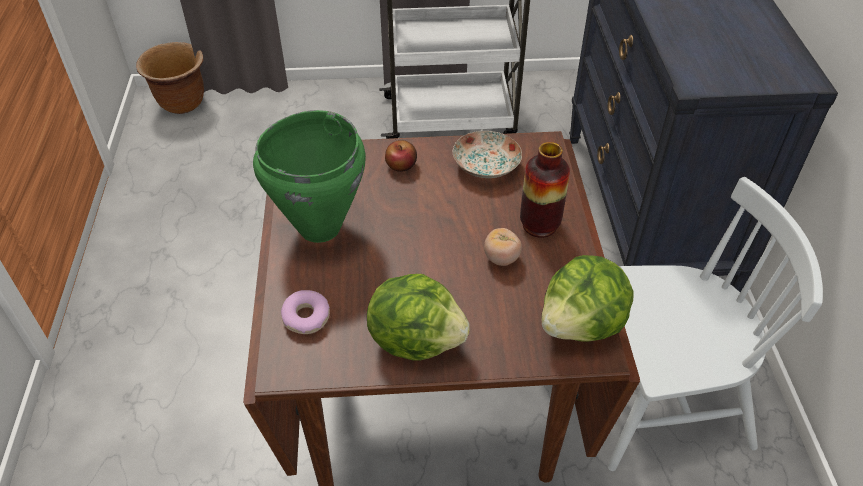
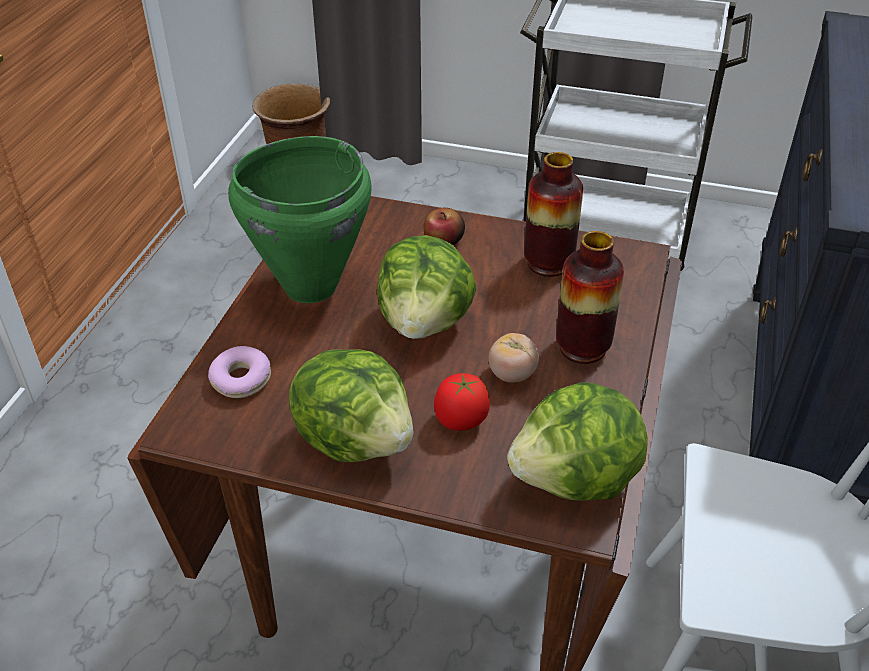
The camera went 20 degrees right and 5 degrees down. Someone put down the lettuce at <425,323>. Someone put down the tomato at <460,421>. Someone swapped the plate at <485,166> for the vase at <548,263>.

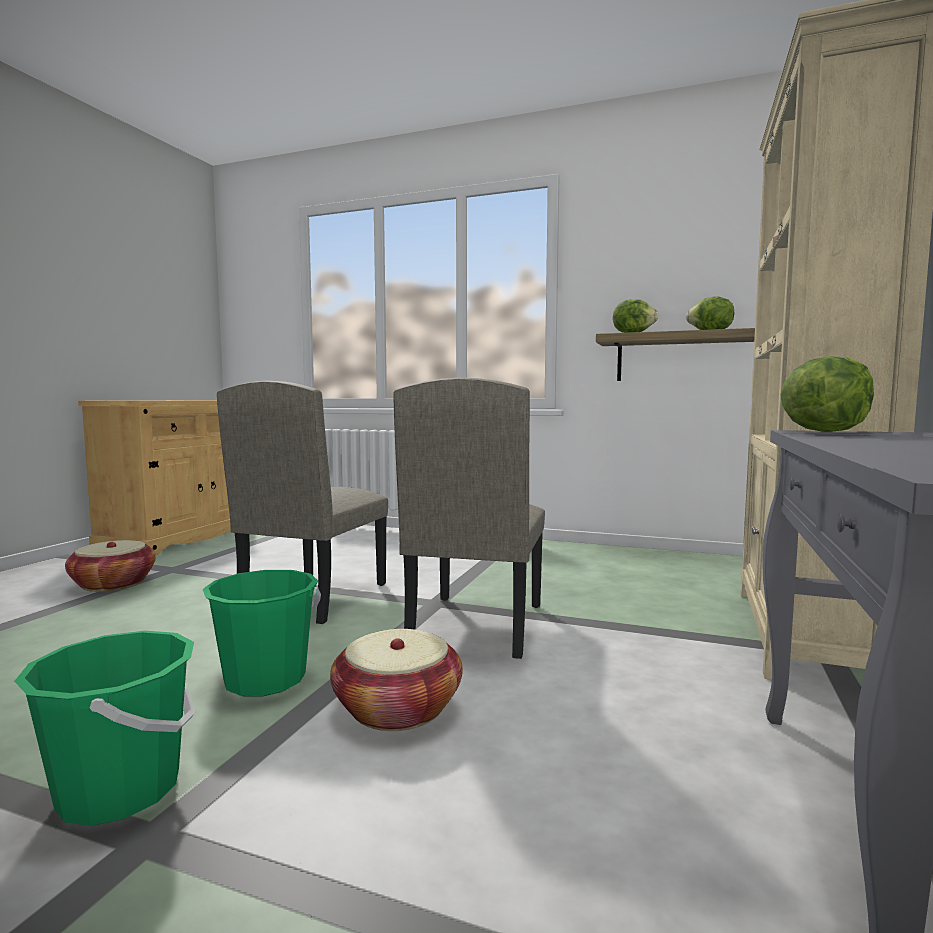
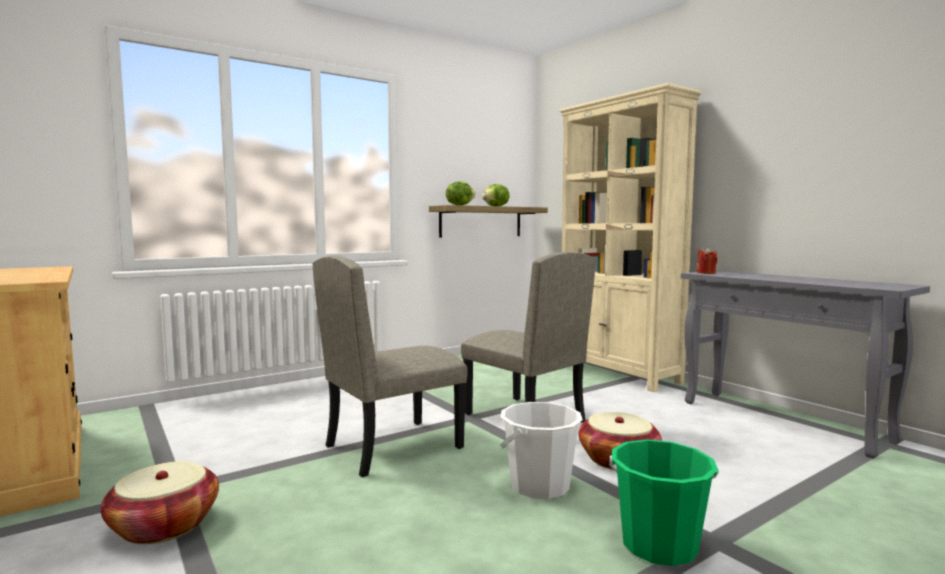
The camera went 55 degrees left and 0 degrees up. Someone swapped the lettuce at <823,431> for the red candle at <706,273>. Someone repainted the green bucket at <265,679>, which became the white bucket at <539,486>. Someone rotated the beige chair at <313,597> by 90 degrees clockwise.

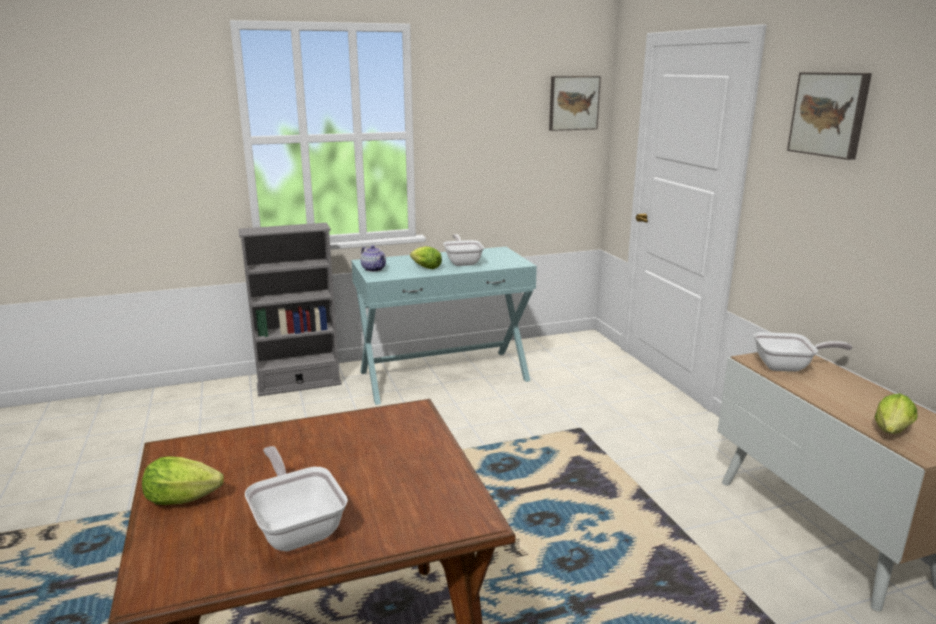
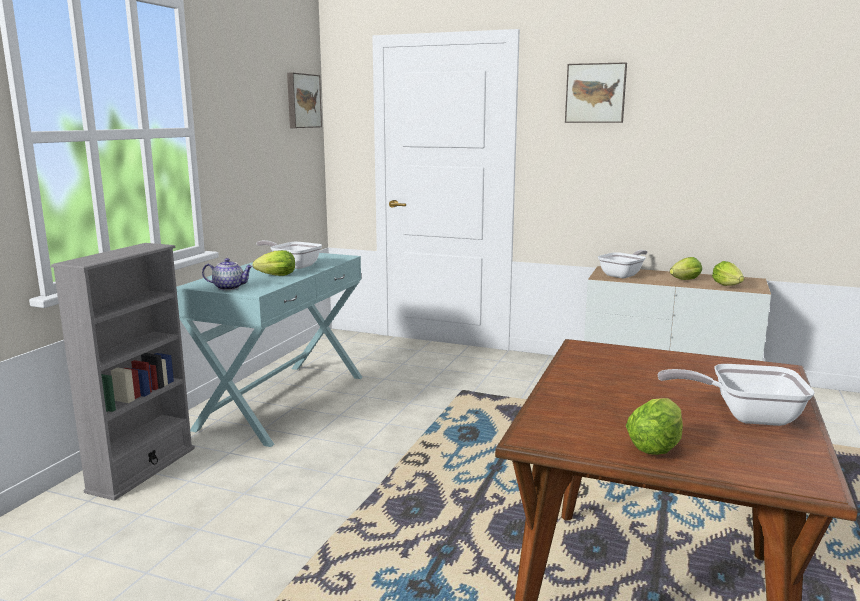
The camera went 50 degrees left and 5 degrees down. Someone put down the lettuce at <683,280>.

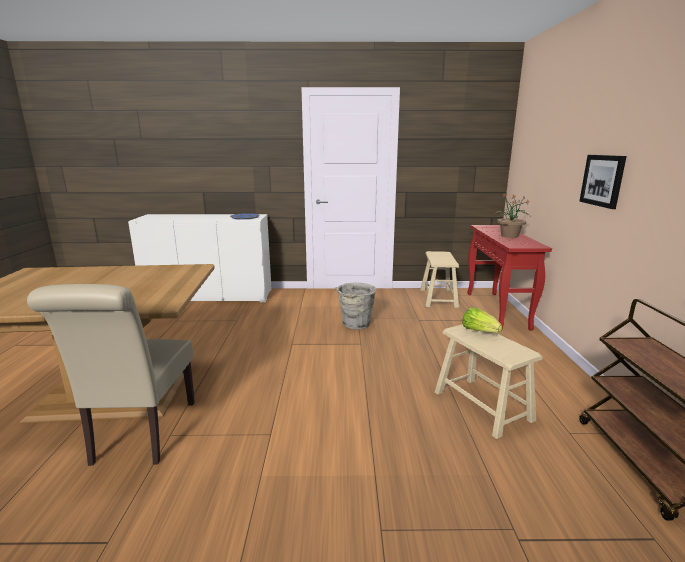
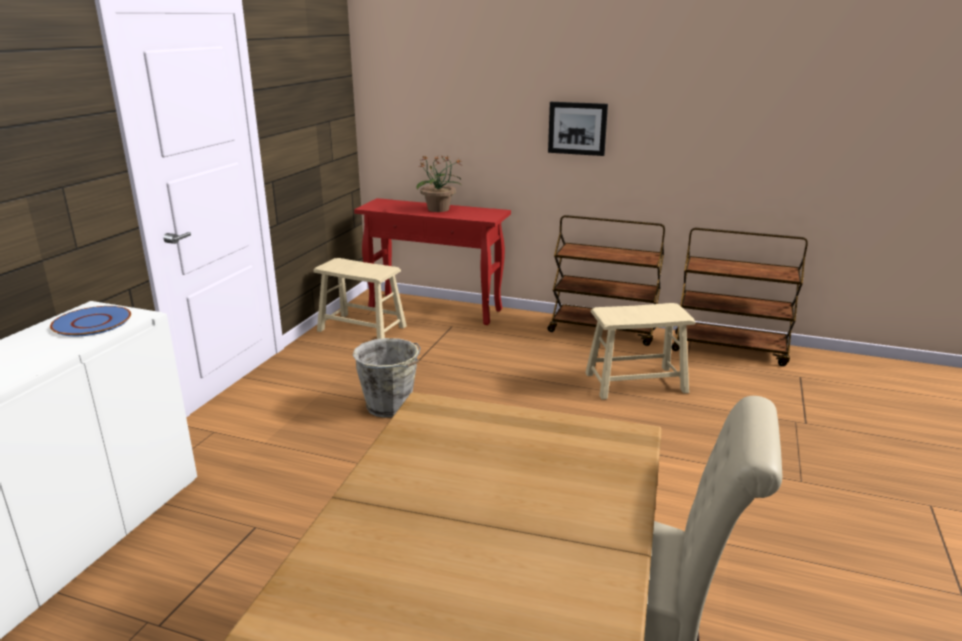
The camera went 70 degrees left and 5 degrees up. Someone took away the lettuce at <479,331>. Someone put down the brown cart at <603,330>.

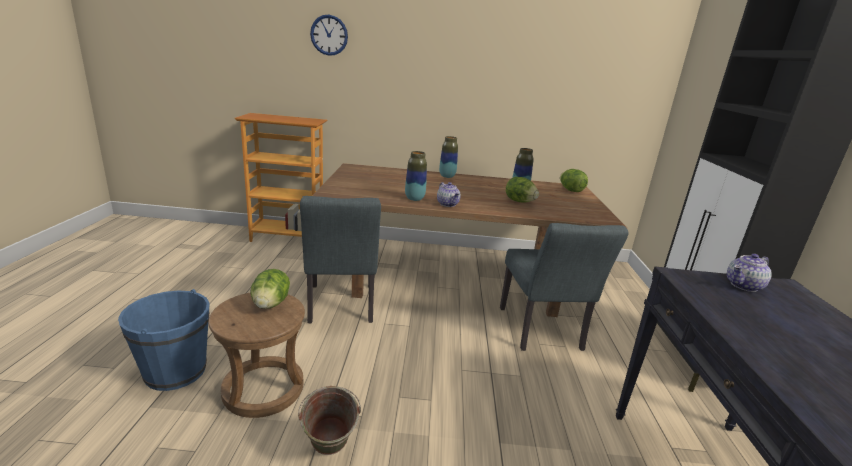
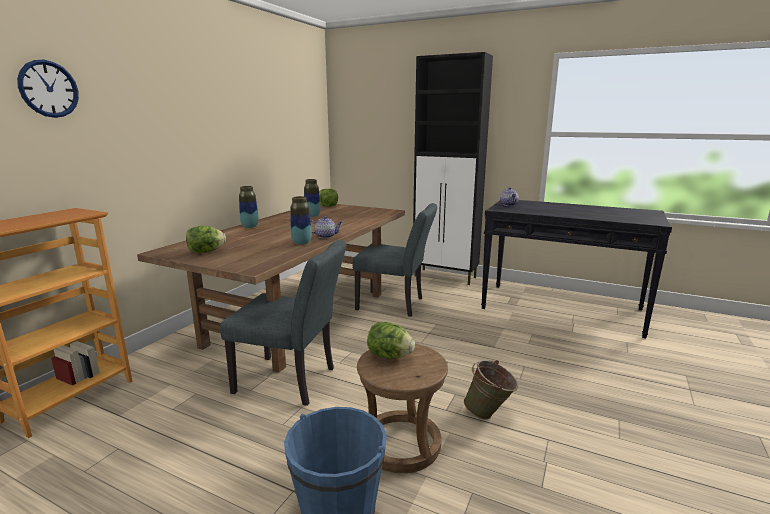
The camera went 65 degrees left and 5 degrees down. Someone carried the lettuce from <519,201> to <206,252>.

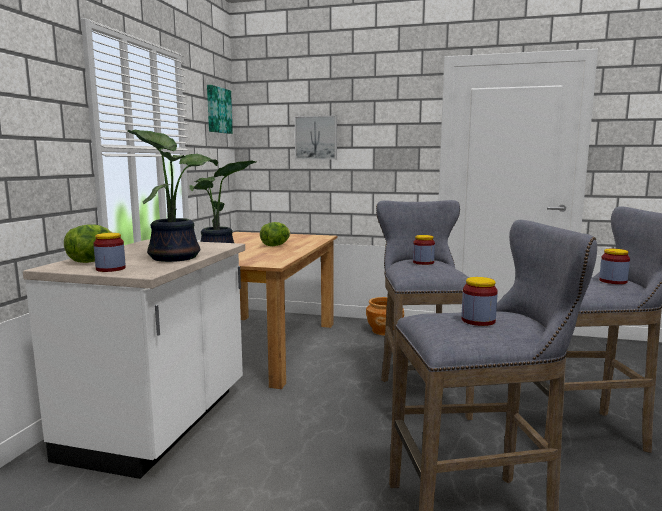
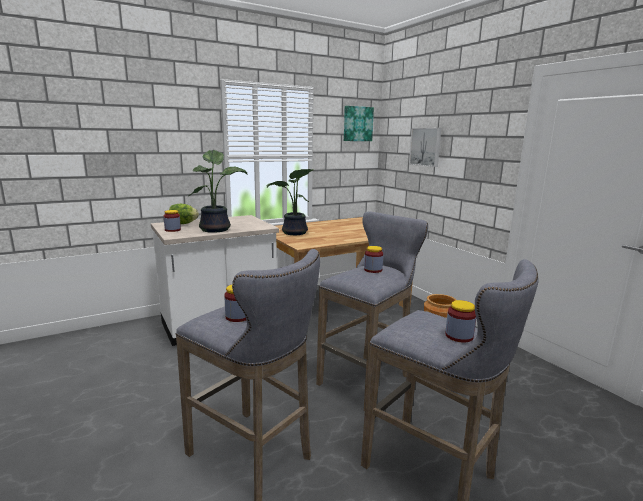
The camera went 45 degrees right and 5 degrees up. Someone took away the lettuce at <275,245>.

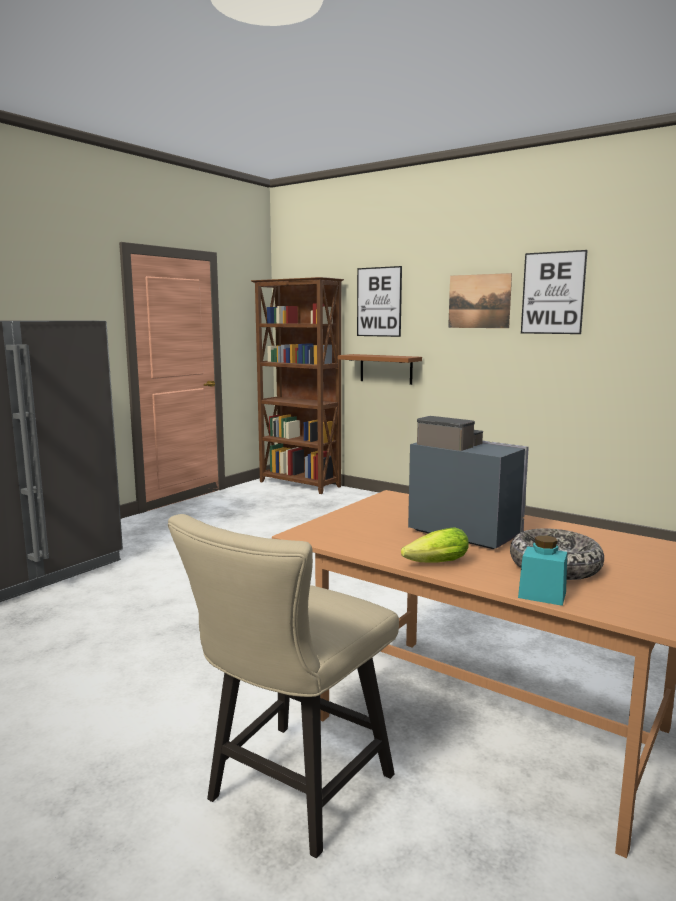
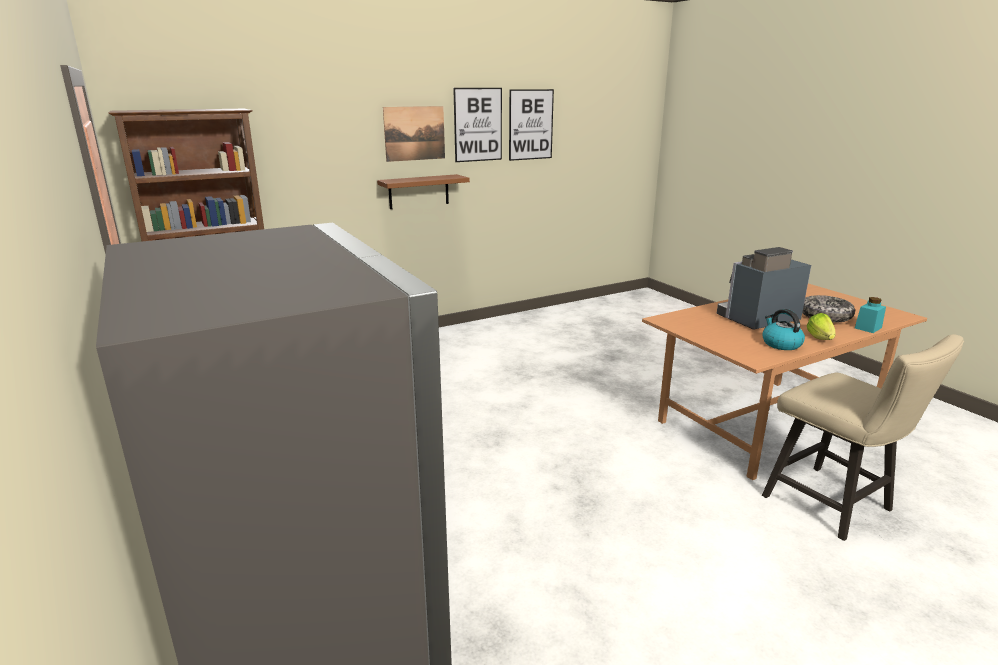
The camera went 65 degrees left and 10 degrees up. Someone put down the kettle at <780,344>. Someone carried the brown shelf from <386,369> to <419,191>. Someone carried the picture from <379,302> to <530,124>.

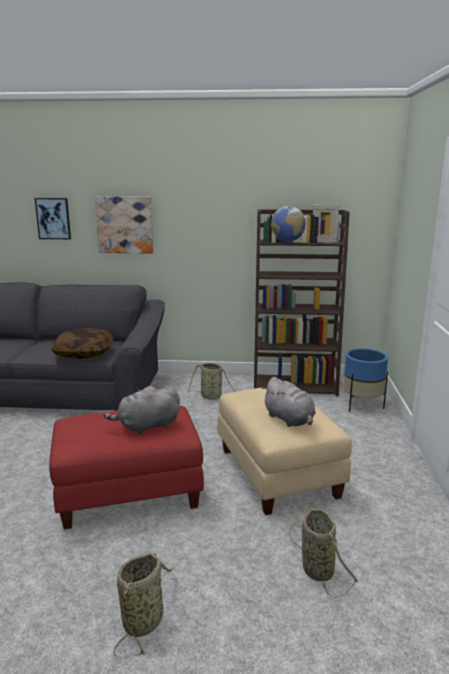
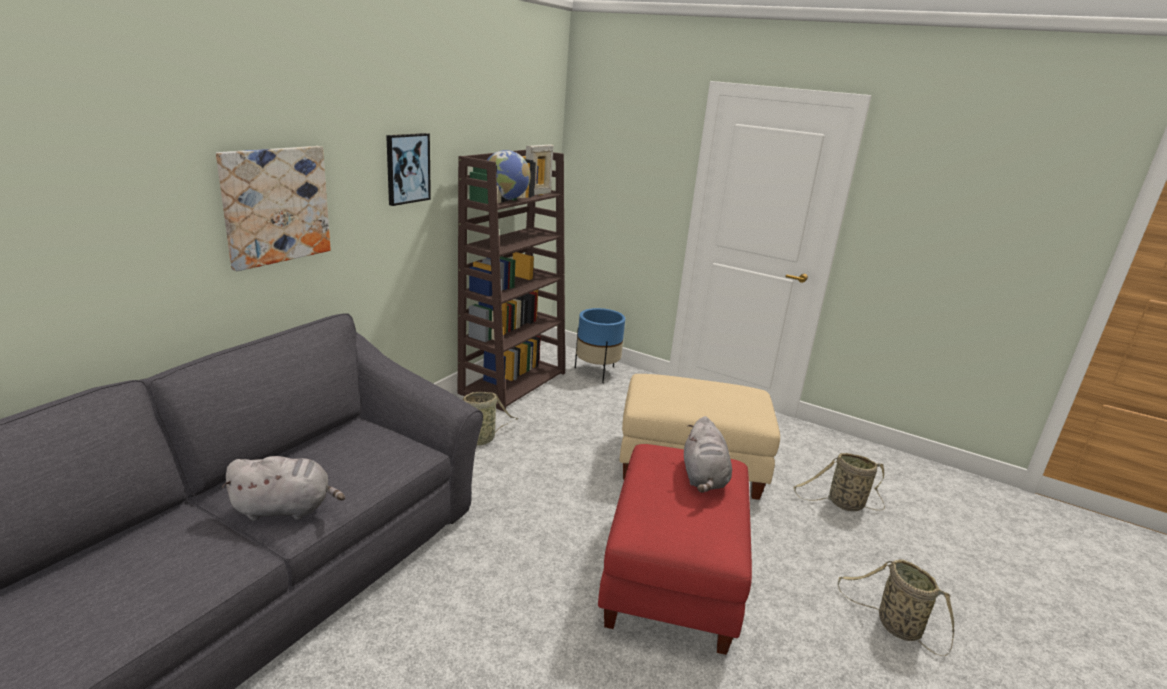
The camera went 65 degrees left and 5 degrees up. Someone took away the pillow at <84,353>. Someone carried the picture from <53,218> to <407,168>. Someone carried the grey plush toy from <290,420> to <286,509>.

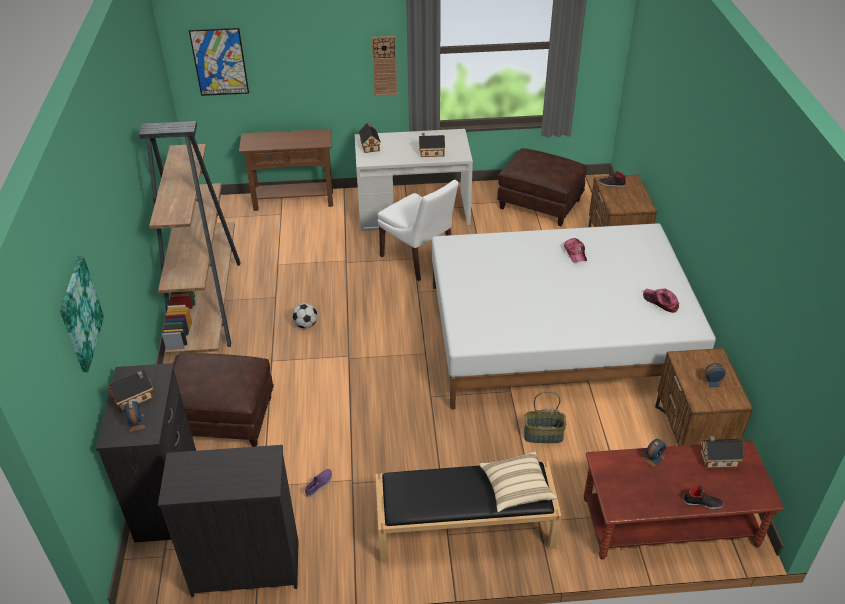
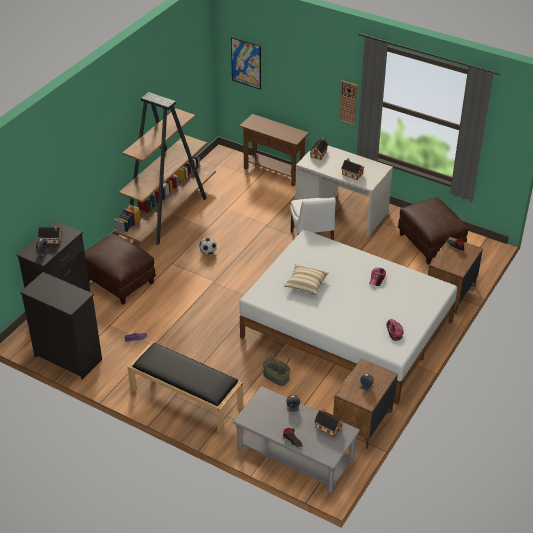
The camera went 35 degrees right and 0 degrees up. Someone took away the picture at <79,314>. Someone carried the beige pillow from <516,488> to <306,285>. Someone repainted the brown coffee table at <670,522>, which became the grey coffee table at <295,455>.

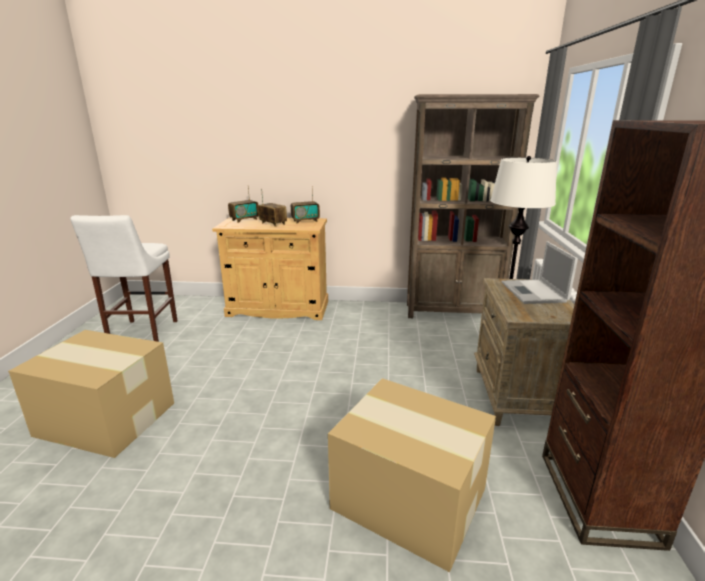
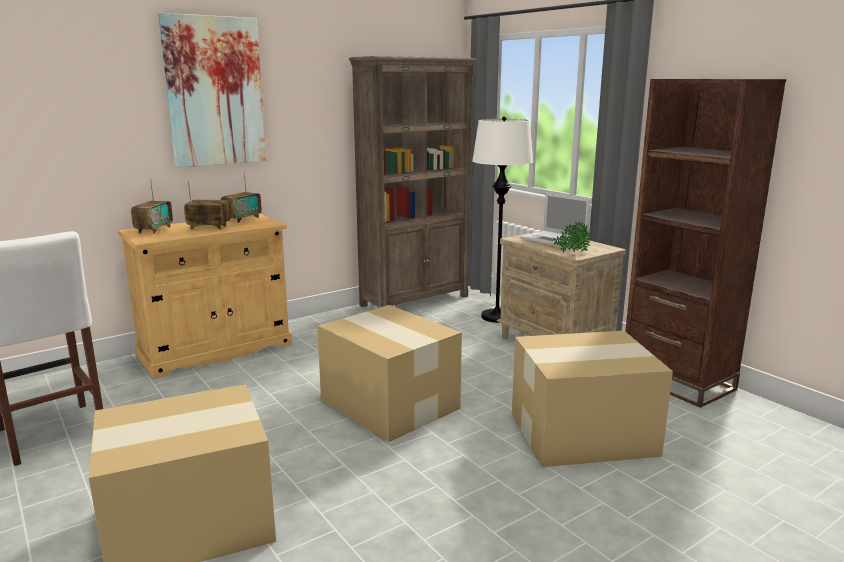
The camera went 40 degrees left and 5 degrees down. Someone put up the picture at <215,92>. Someone put down the cardboard box at <389,403>. Someone put down the potted plant at <570,253>.

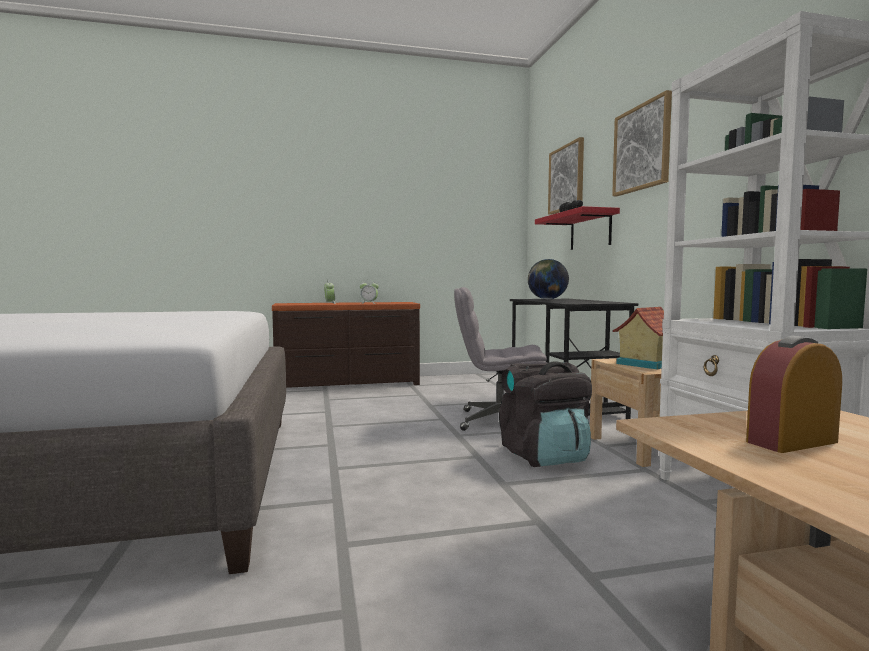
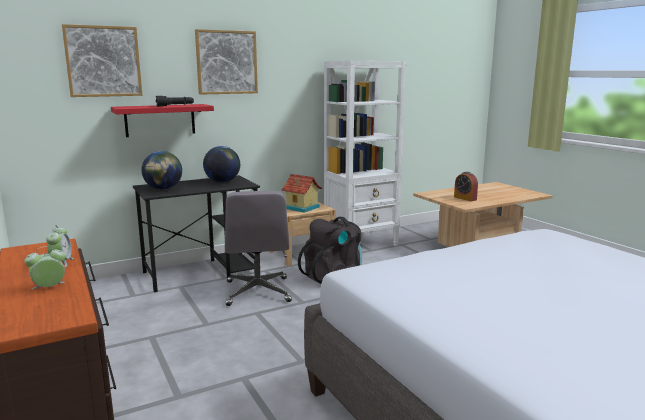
The camera went 105 degrees left and 10 degrees up. Someone put down the globe at <222,182>.

